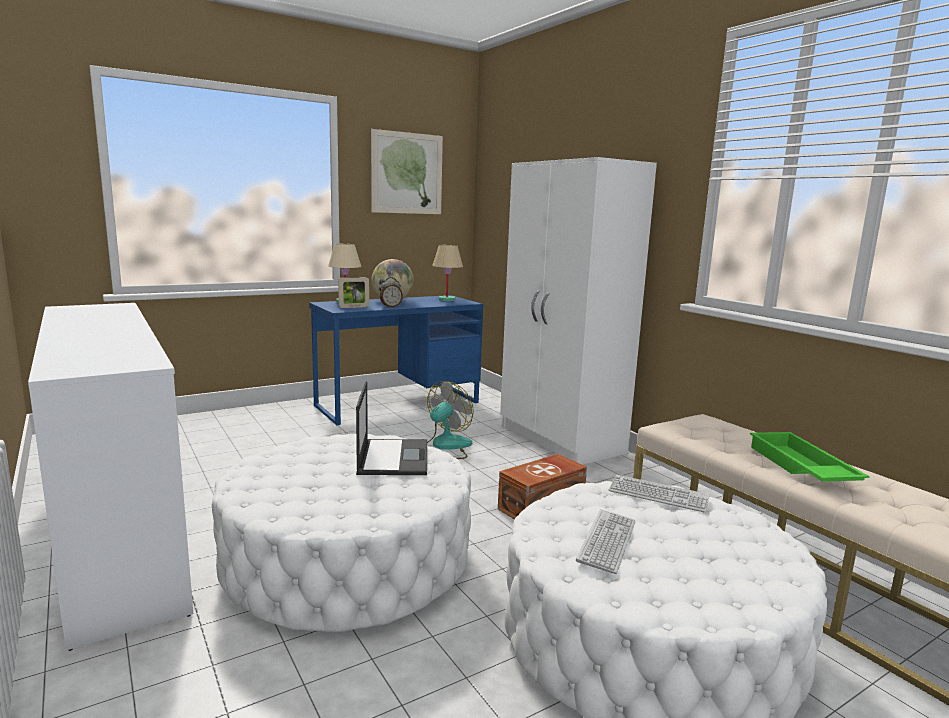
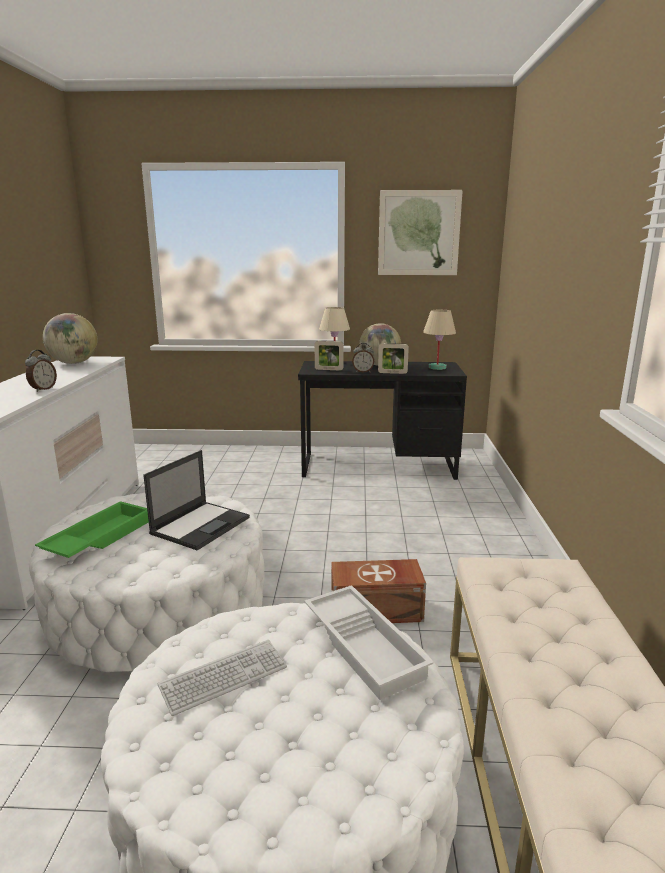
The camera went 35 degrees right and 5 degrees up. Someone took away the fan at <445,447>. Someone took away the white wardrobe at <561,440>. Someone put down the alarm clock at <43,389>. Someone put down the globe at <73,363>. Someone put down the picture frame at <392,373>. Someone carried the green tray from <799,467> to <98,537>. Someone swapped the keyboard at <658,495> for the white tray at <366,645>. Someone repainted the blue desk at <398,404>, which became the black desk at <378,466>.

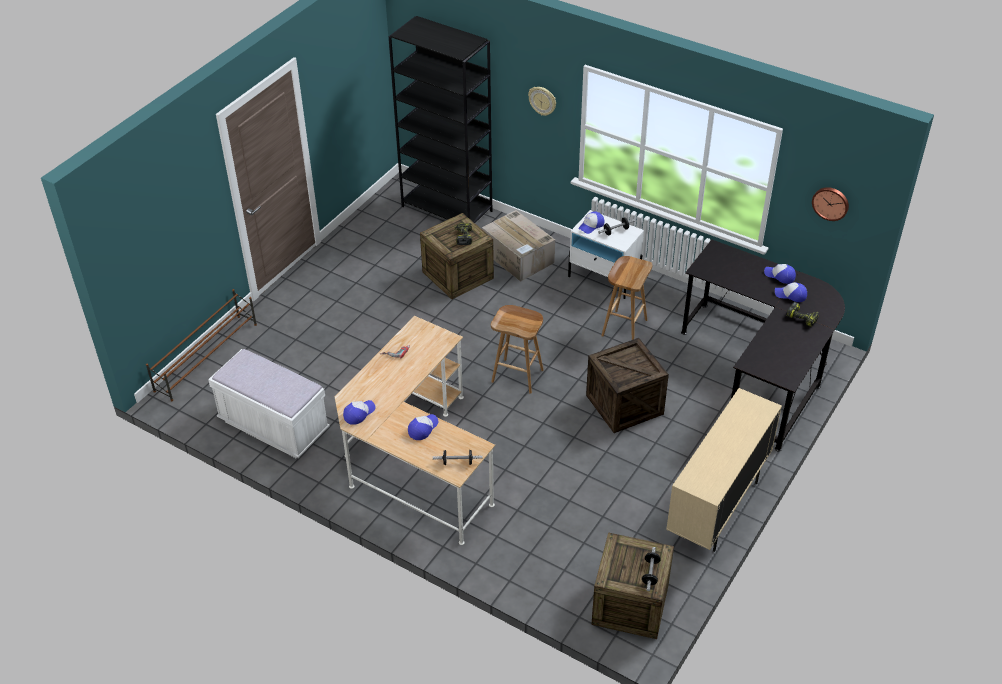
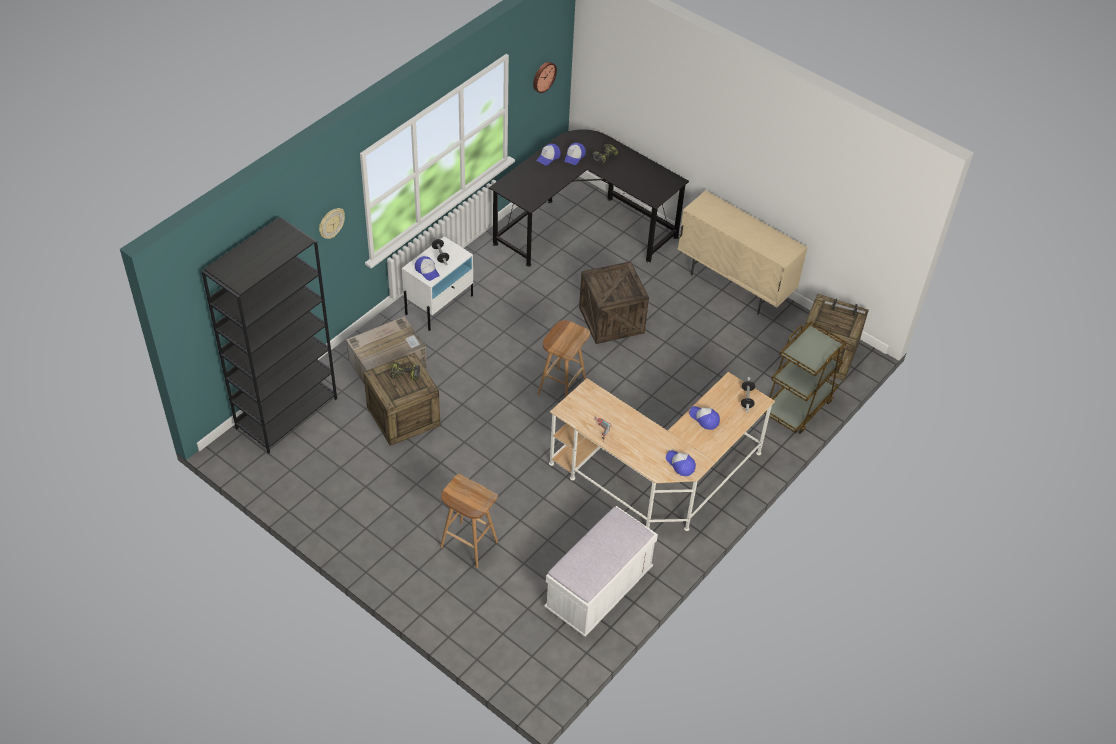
The camera went 85 degrees left and 5 degrees up. Someone took away the brown shoe rack at <207,357>. Someone put down the brown cart at <798,405>. Someone carried the brown stool from <624,327> to <468,544>.

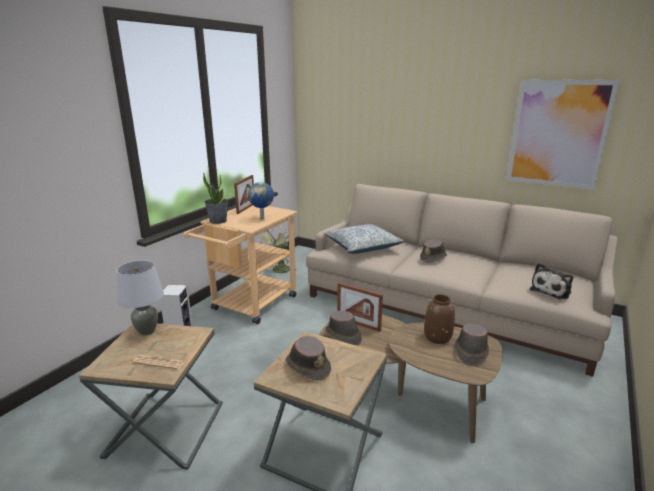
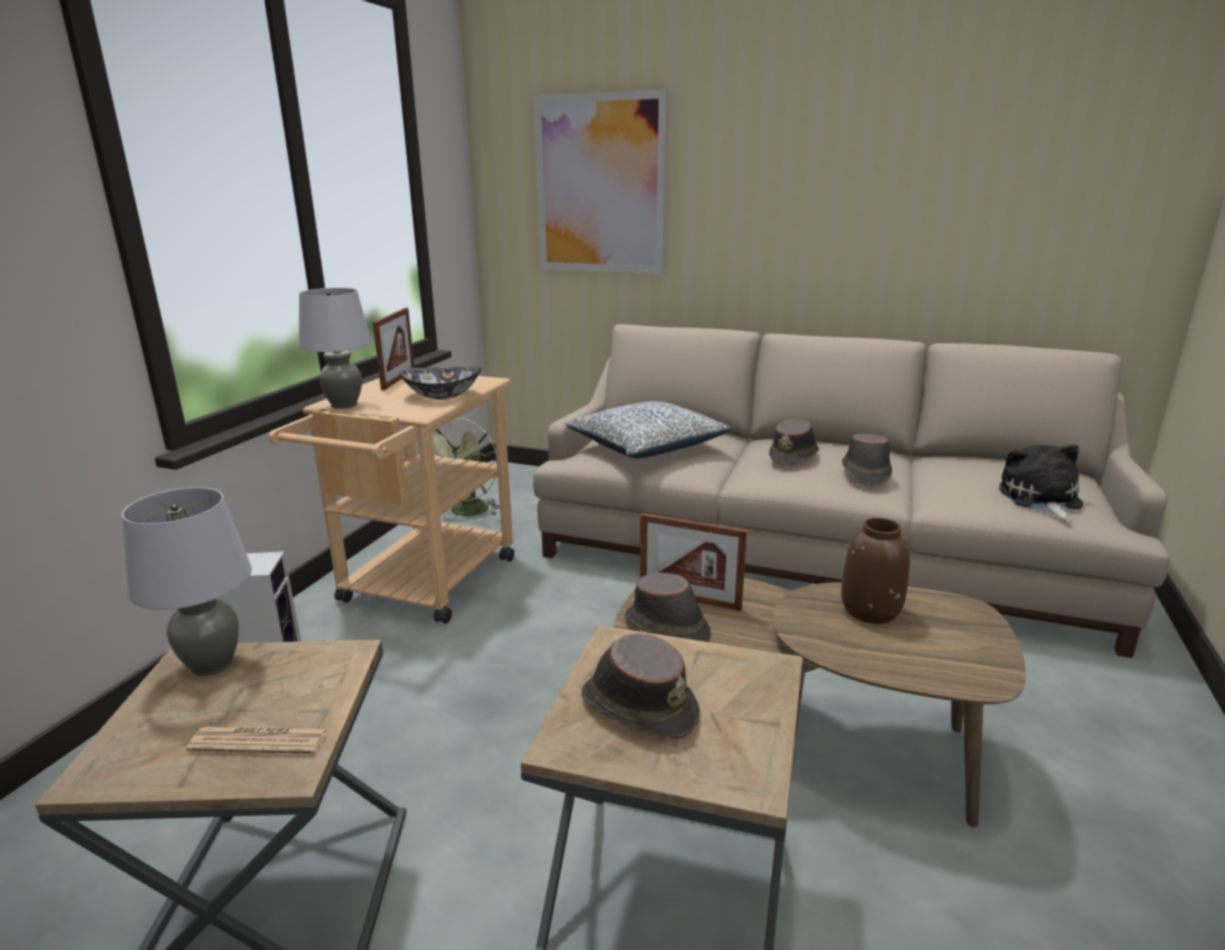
The camera went 10 degrees left and 0 degrees up. Someone carried the brown hat from <470,352> to <865,473>. Someone carried the picture from <558,134> to <601,185>. Someone swapped the potted plant at <218,221> for the grey table lamp at <344,405>. Someone swapped the globe at <262,218> for the bowl at <442,395>. Someone rotated the plush toy at <551,291> by 150 degrees clockwise.

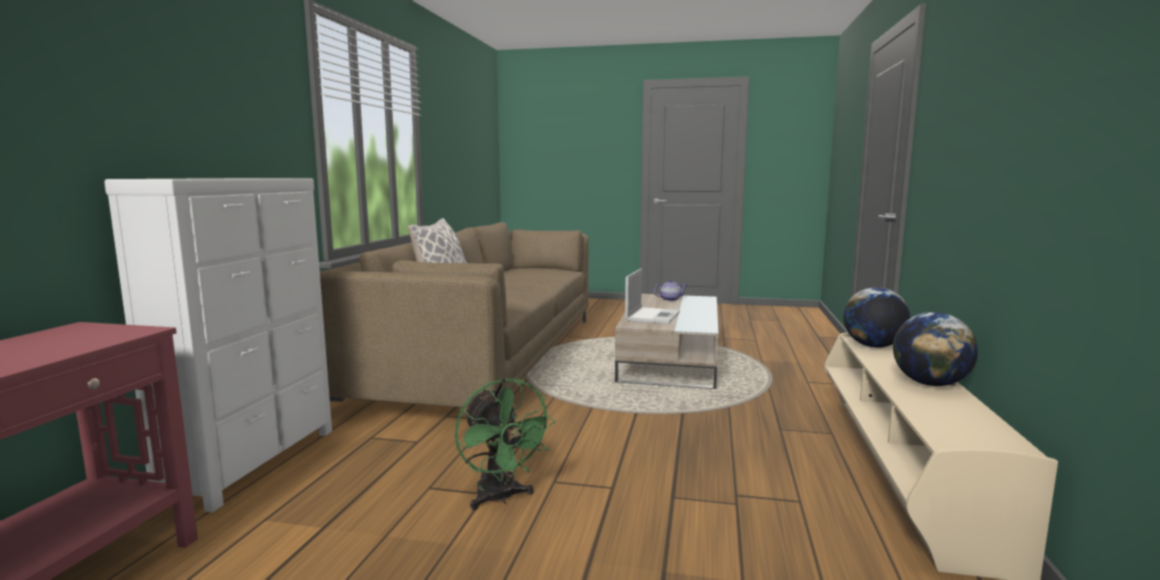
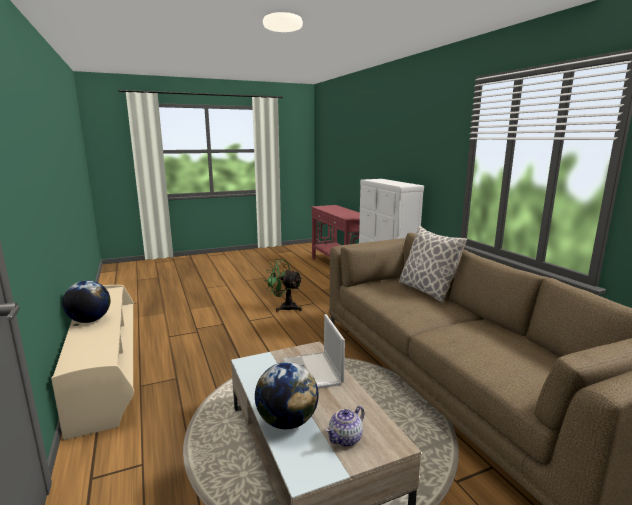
The camera went 145 degrees right and 5 degrees up. Someone carried the globe from <873,346> to <287,421>.

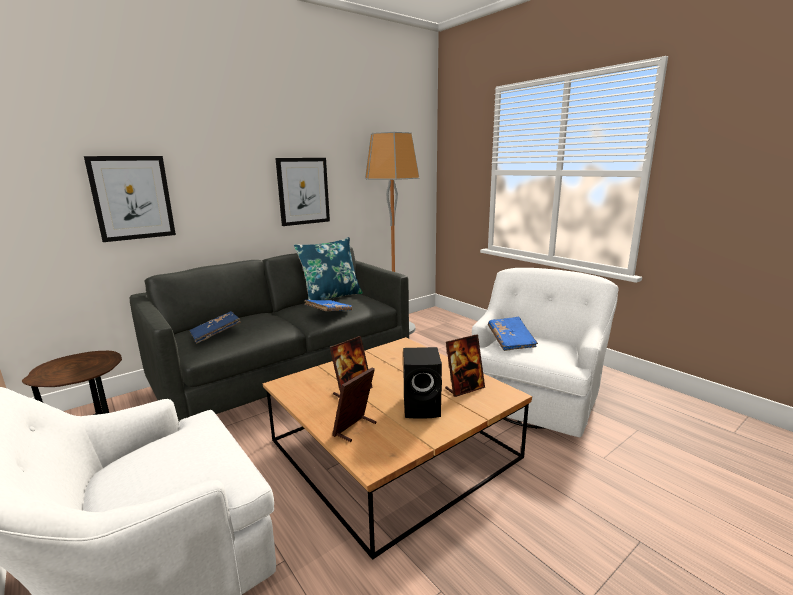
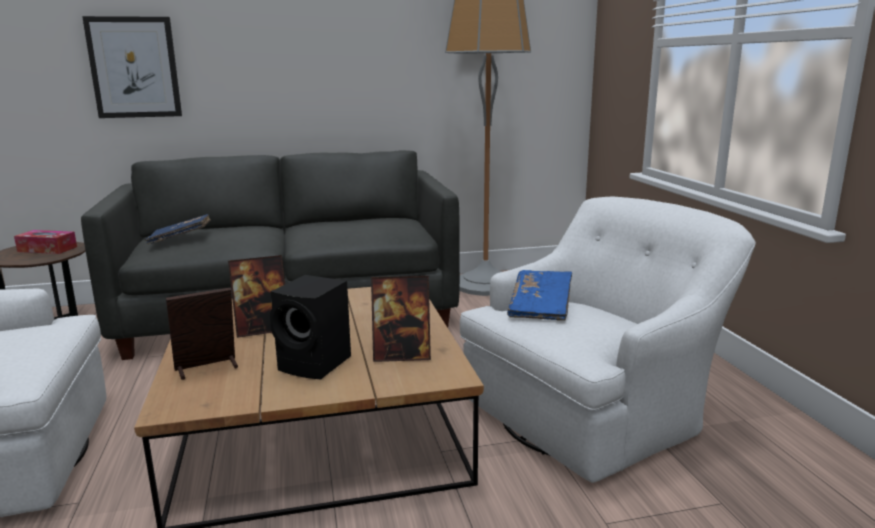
The camera went 25 degrees right and 0 degrees up. Someone took away the picture at <303,191>. Someone took away the blue pillow at <331,297>. Someone took away the blue book at <329,312>. Someone put down the tissue box at <47,249>.

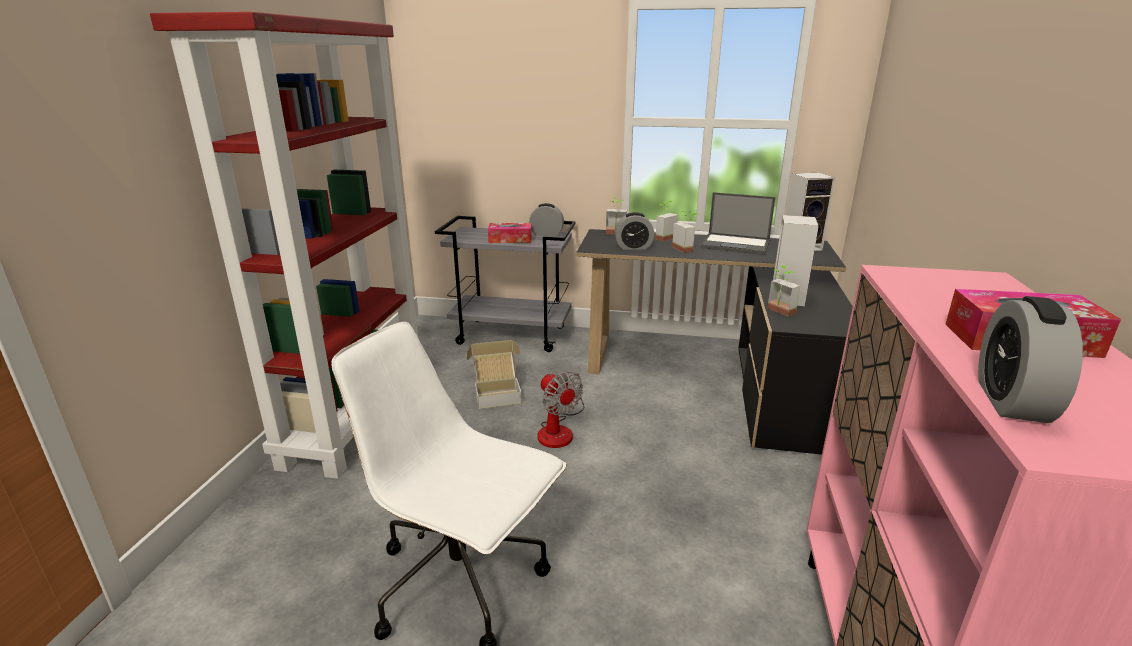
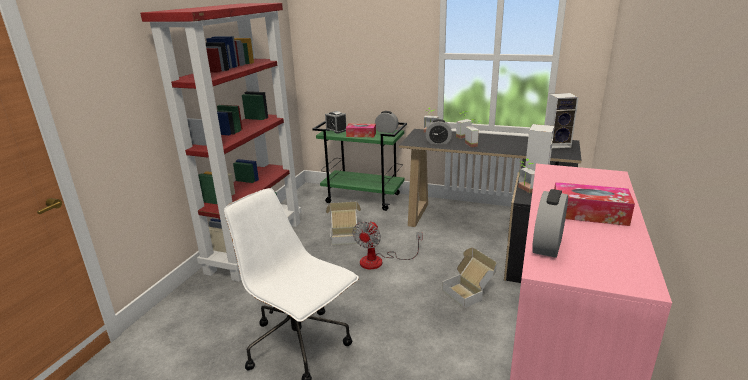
The camera went 10 degrees right and 0 degrees up. Someone took away the laptop at <736,244>. Someone put down the alarm clock at <336,130>. Someone put down the cardboard box at <468,292>. Someone repainted the grey cart at <512,335>, which became the green cart at <364,198>. Someone rotated the fan at <559,429> by 45 degrees clockwise.

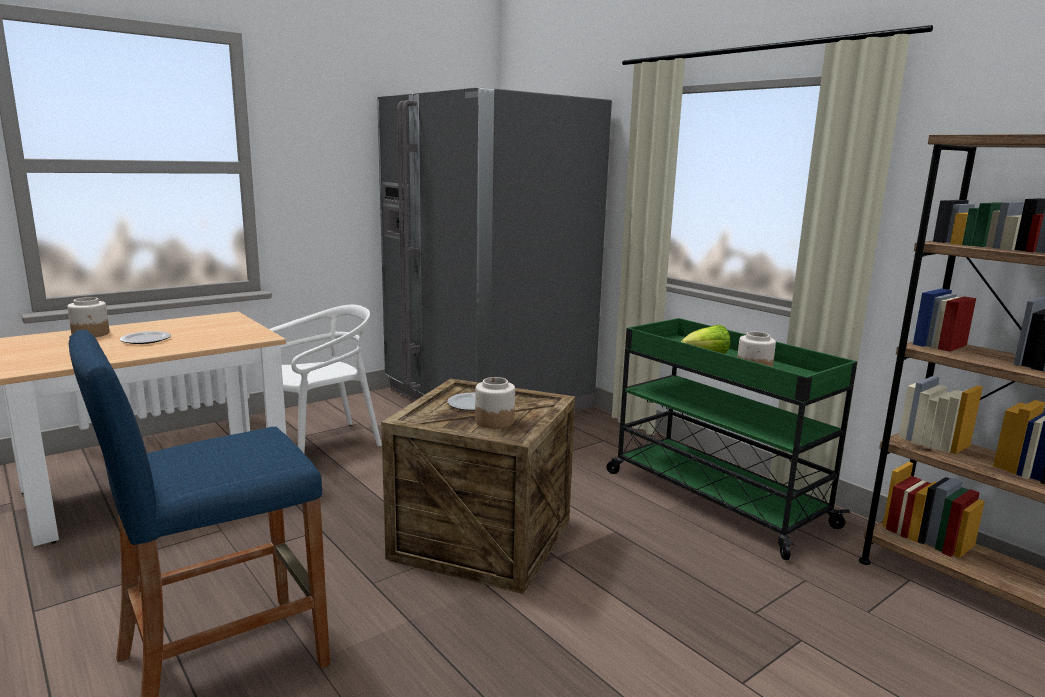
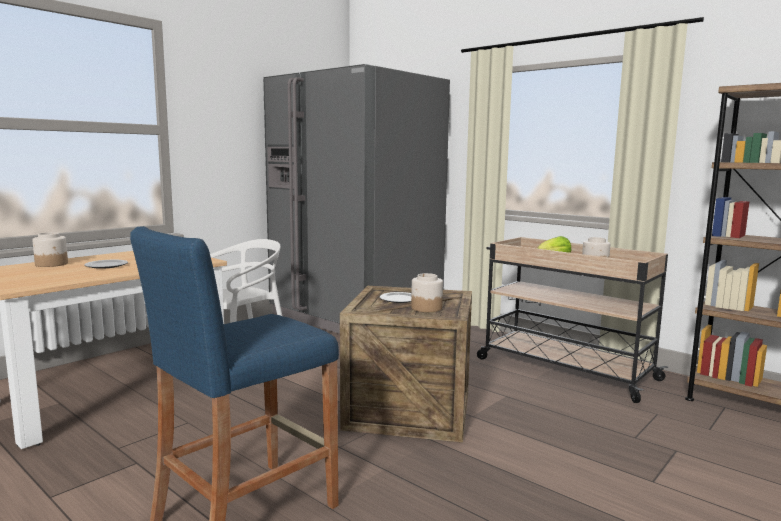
The camera went 10 degrees left and 5 degrees down. Someone repainted the green cart at <713,497>, which became the beige cart at <563,368>.

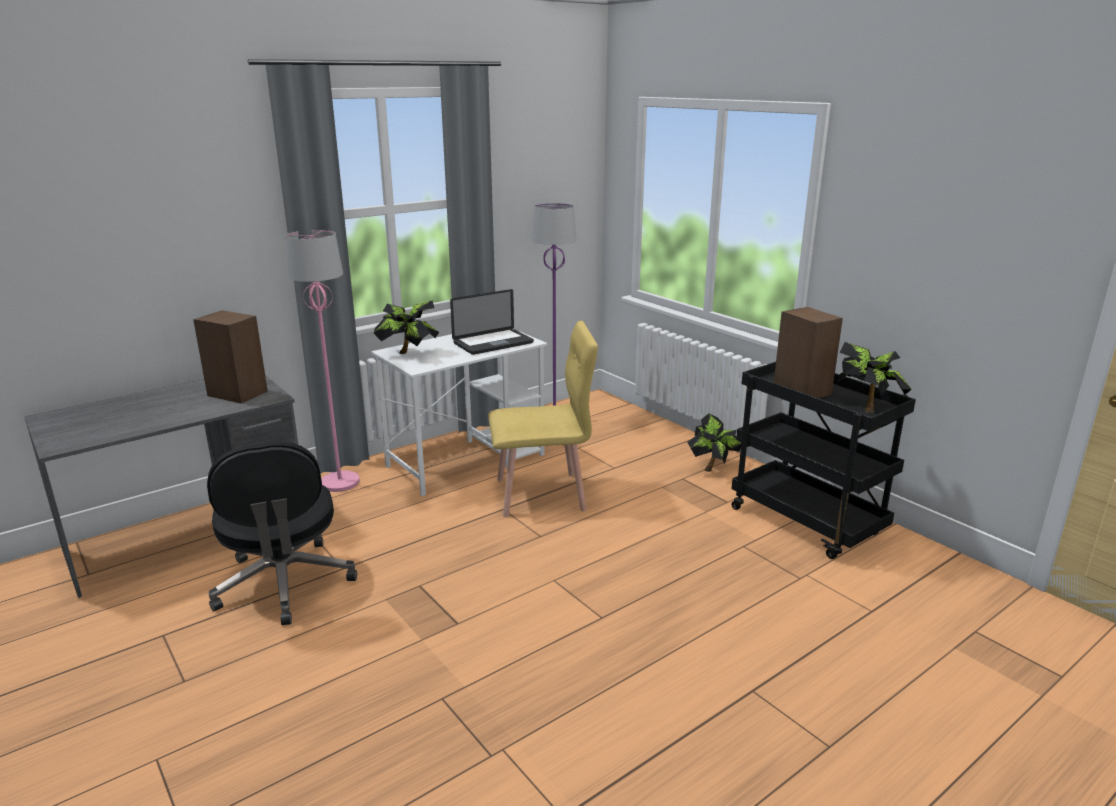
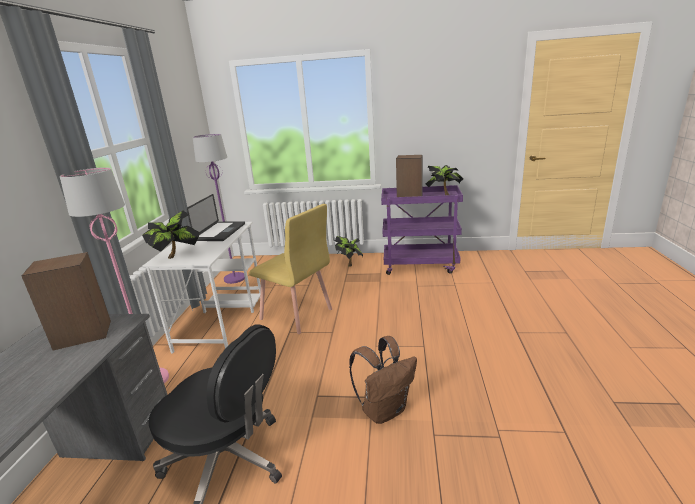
The camera went 45 degrees left and 0 degrees up. Someone put down the brown backpack at <384,410>. Someone repainted the black cart at <808,523>, which became the purple cart at <420,265>. Someone rotated the yellow chair at <541,494> by 90 degrees clockwise.

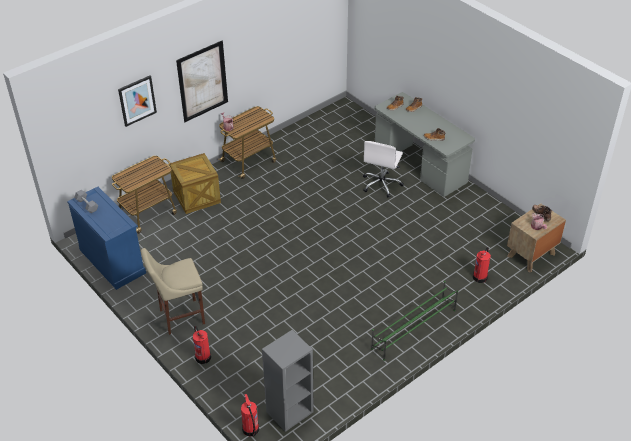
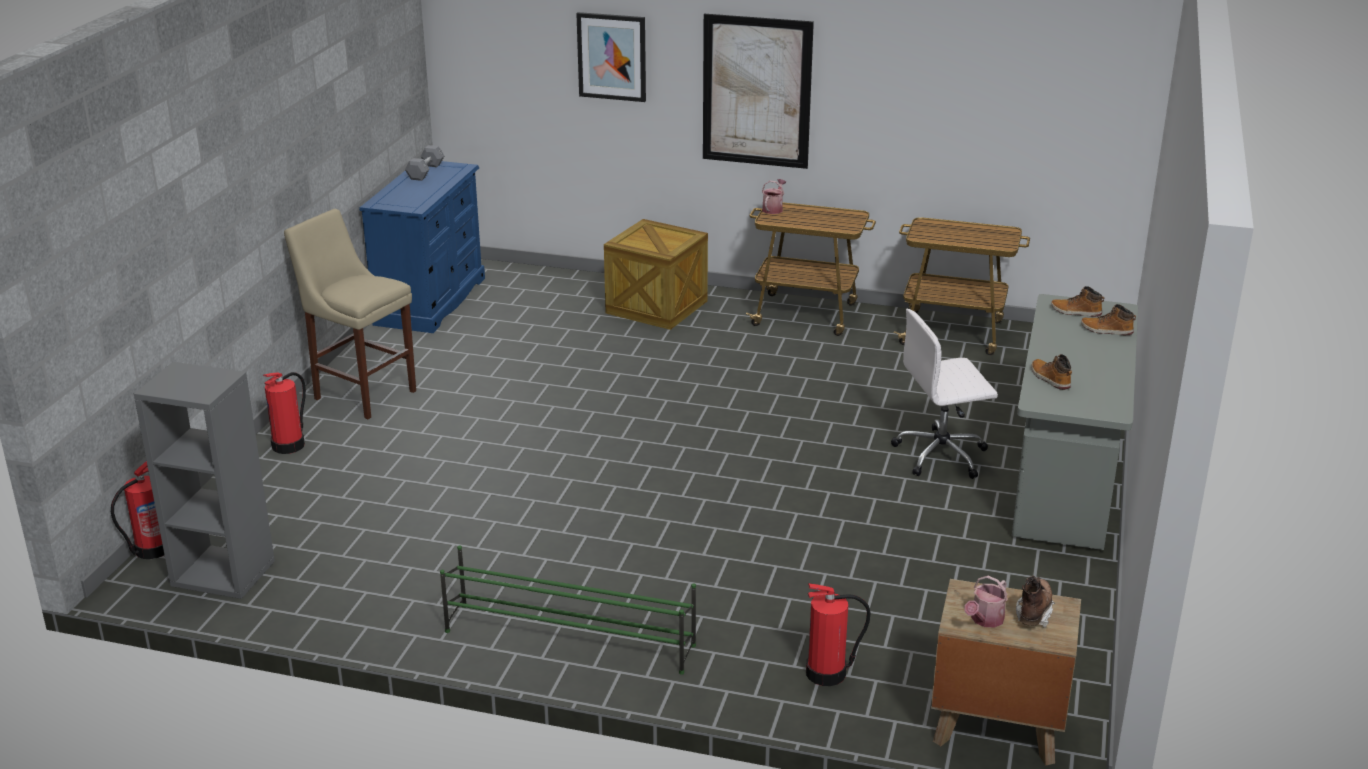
The camera went 55 degrees right and 15 degrees down. Someone carried the cart from <148,213> to <954,333>.

